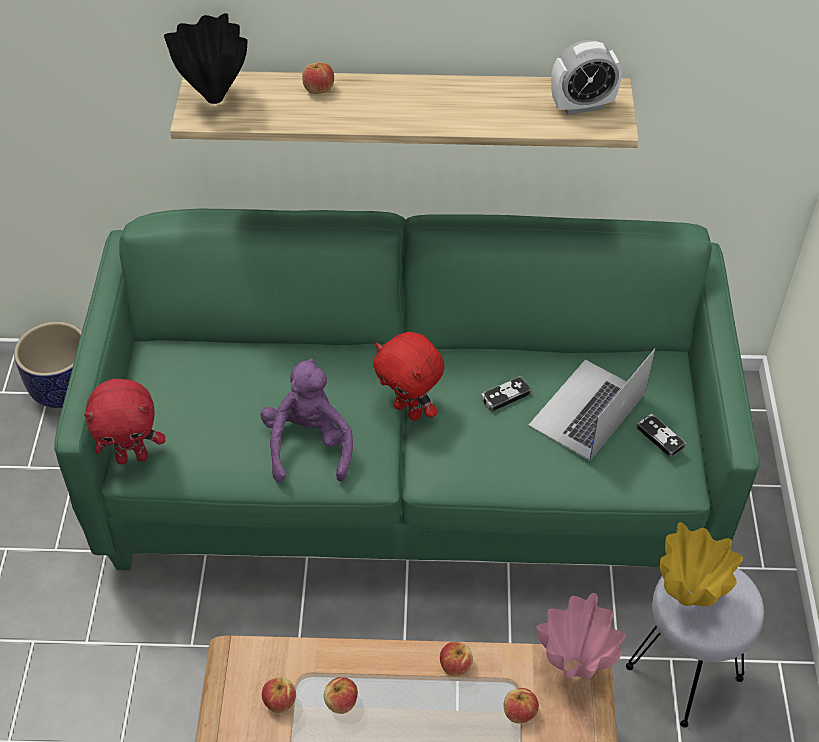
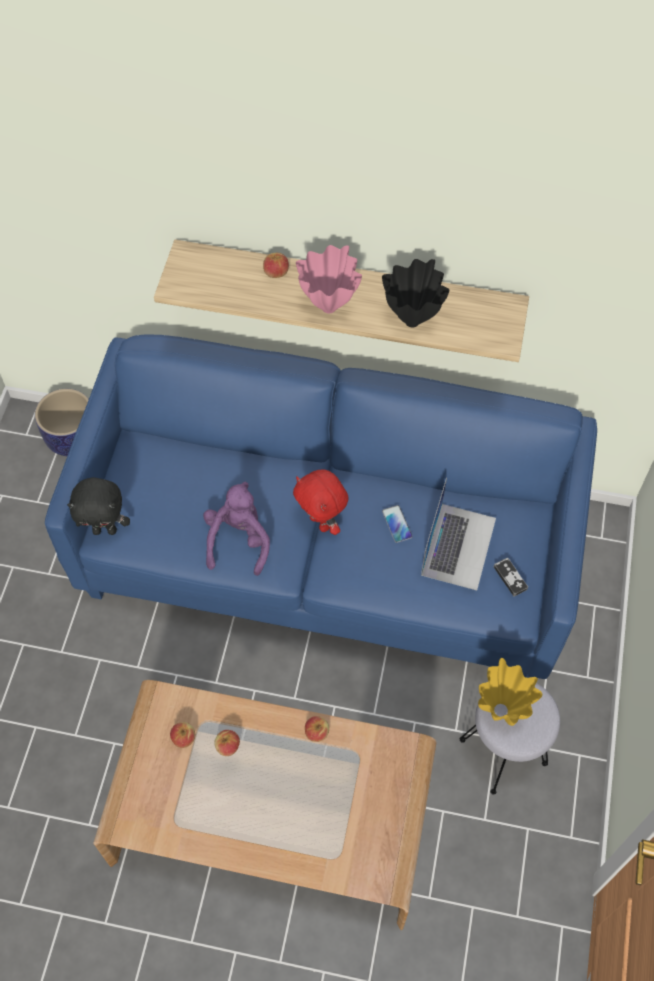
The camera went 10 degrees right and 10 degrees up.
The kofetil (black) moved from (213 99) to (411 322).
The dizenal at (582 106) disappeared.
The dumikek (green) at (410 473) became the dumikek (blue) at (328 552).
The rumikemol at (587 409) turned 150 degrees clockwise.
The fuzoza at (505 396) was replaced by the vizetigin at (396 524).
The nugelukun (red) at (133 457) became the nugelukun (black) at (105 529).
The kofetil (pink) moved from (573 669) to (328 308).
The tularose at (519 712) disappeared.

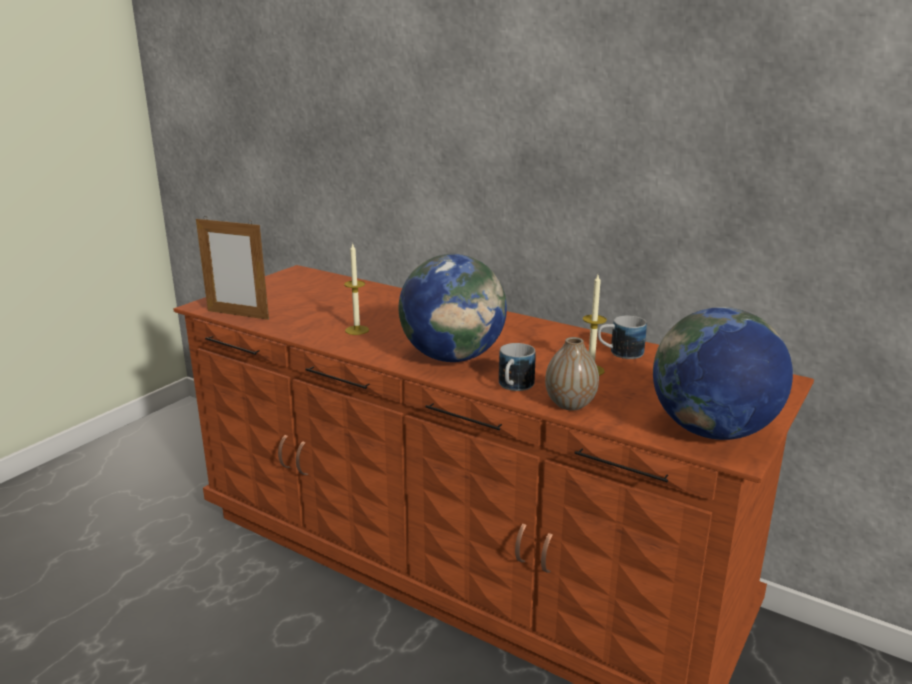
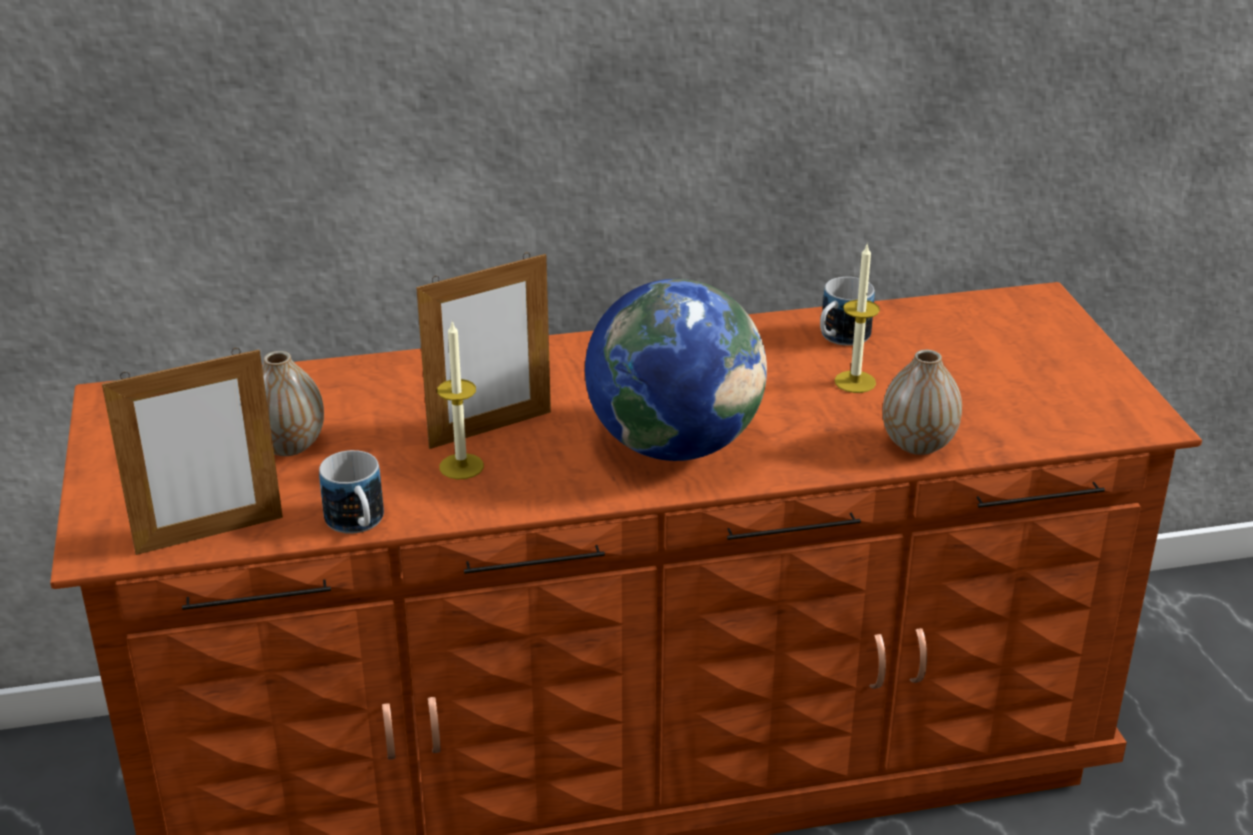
The camera went 45 degrees left and 10 degrees up.
The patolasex at (712 431) disappeared.
The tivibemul moved from (513 387) to (358 525).
The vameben at (490 429) appeared.
The kofetil at (288 445) appeared.

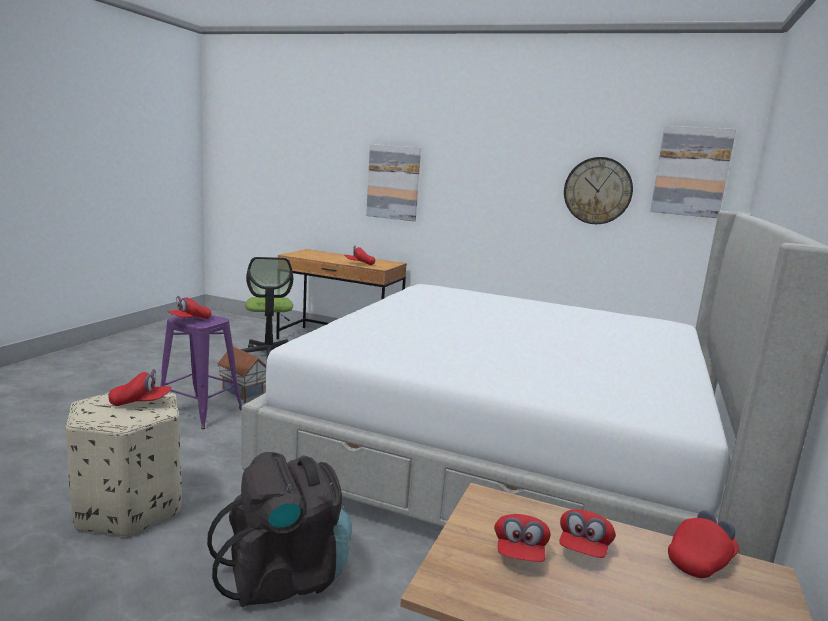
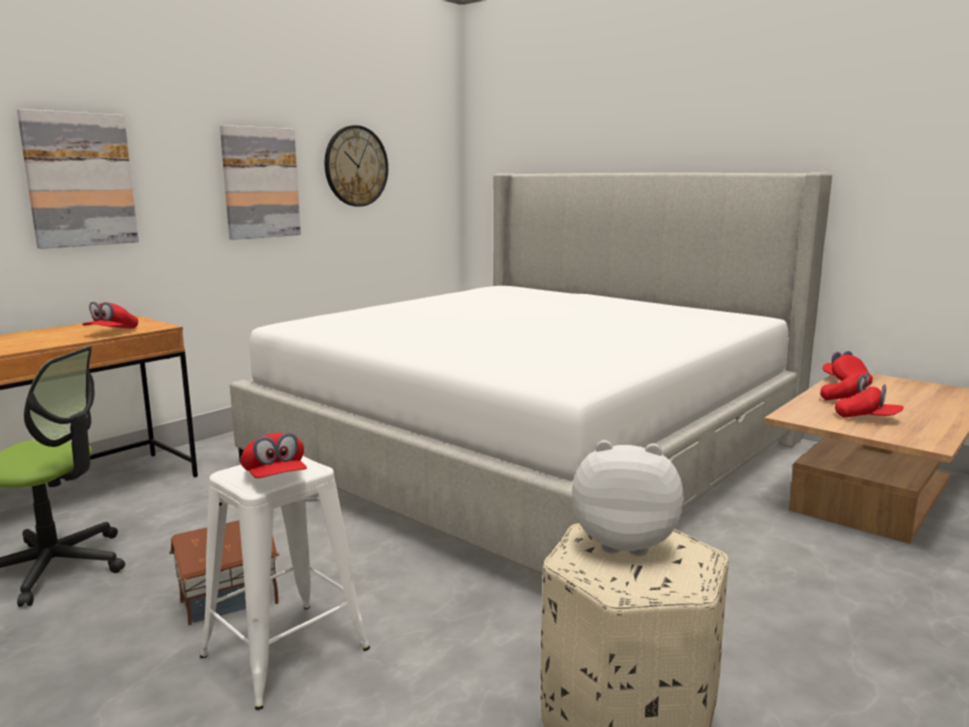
The camera went 70 degrees left and 0 degrees up.
The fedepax moved from (691 172) to (260 183).
The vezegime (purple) at (200 411) became the vezegime (white) at (285 652).
The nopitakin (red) at (140 403) was replaced by the nugelukun at (624 542).
The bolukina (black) at (285 576) disappeared.

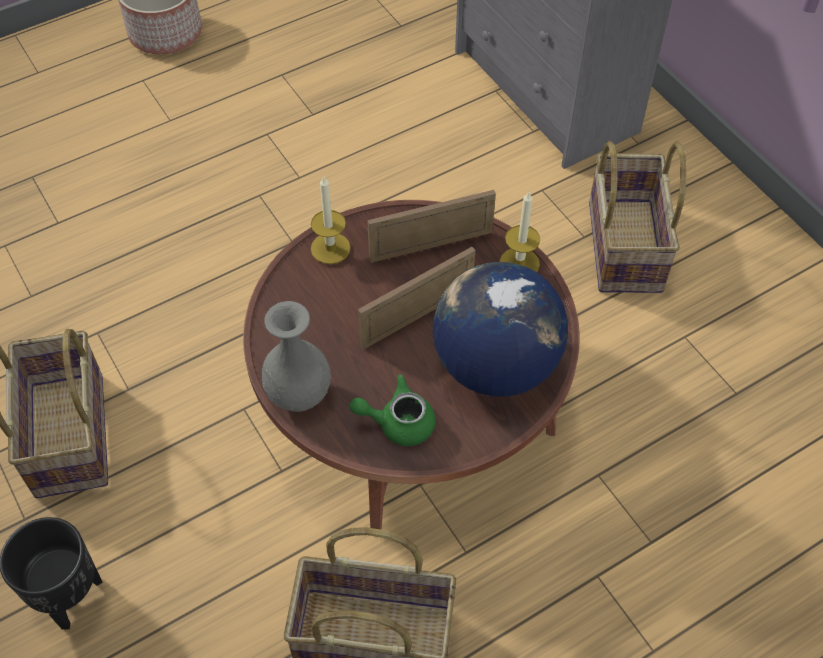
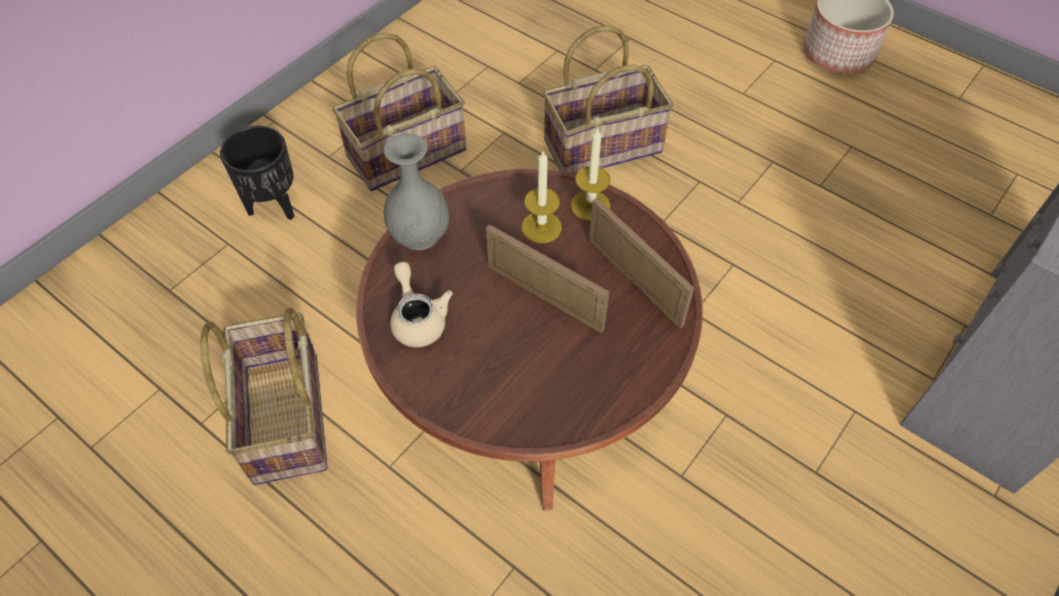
The camera went 70 degrees right and 0 degrees up.
The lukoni moved from (622 246) to (603 145).
The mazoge moved from (519 263) to (541 227).
The patolasex at (495 365) disappeared.
The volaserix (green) at (398 422) became the volaserix (beige) at (418 318).

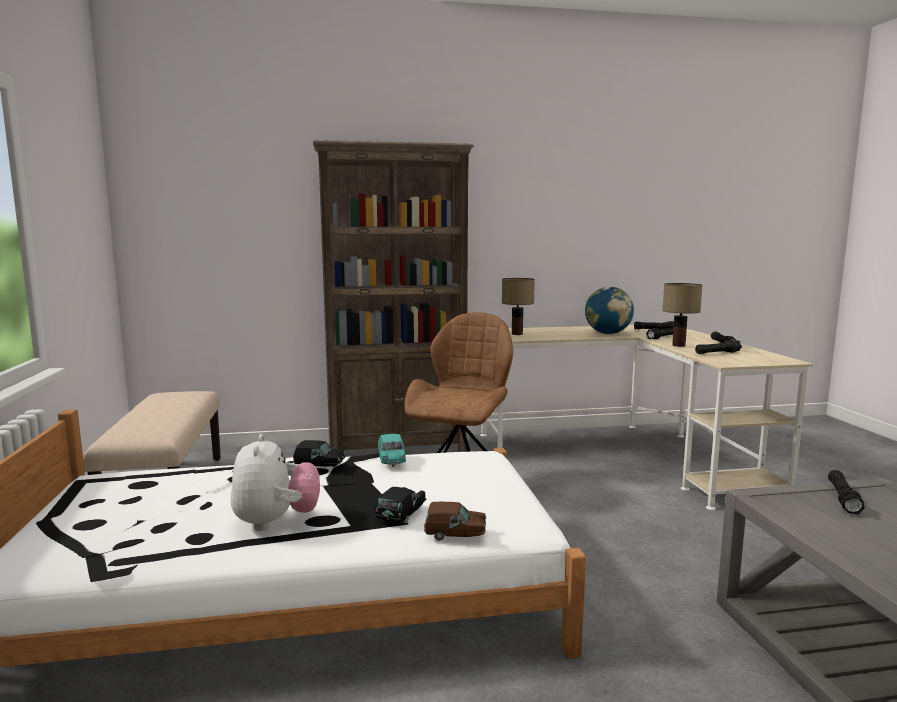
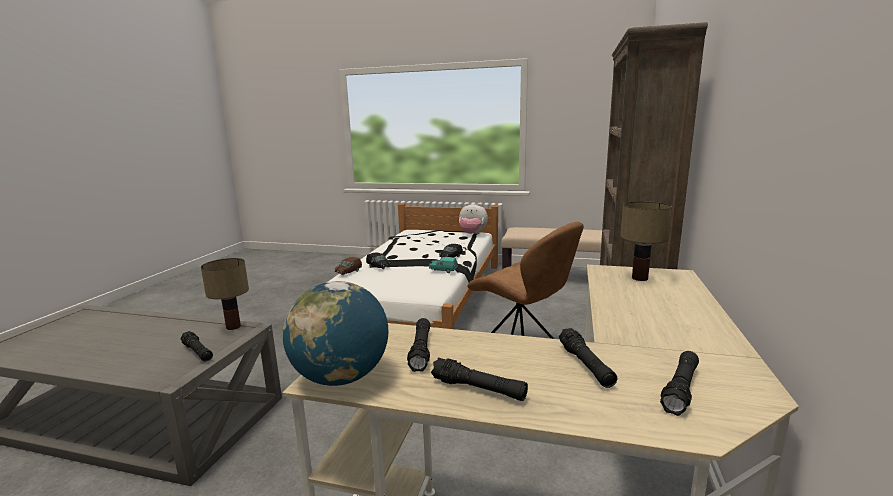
The camera went 115 degrees right and 5 degrees up.
The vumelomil moved from (678 345) to (234 326).
The patolasex moved from (608 333) to (341 377).
The nugelukun moved from (276 522) to (472 234).

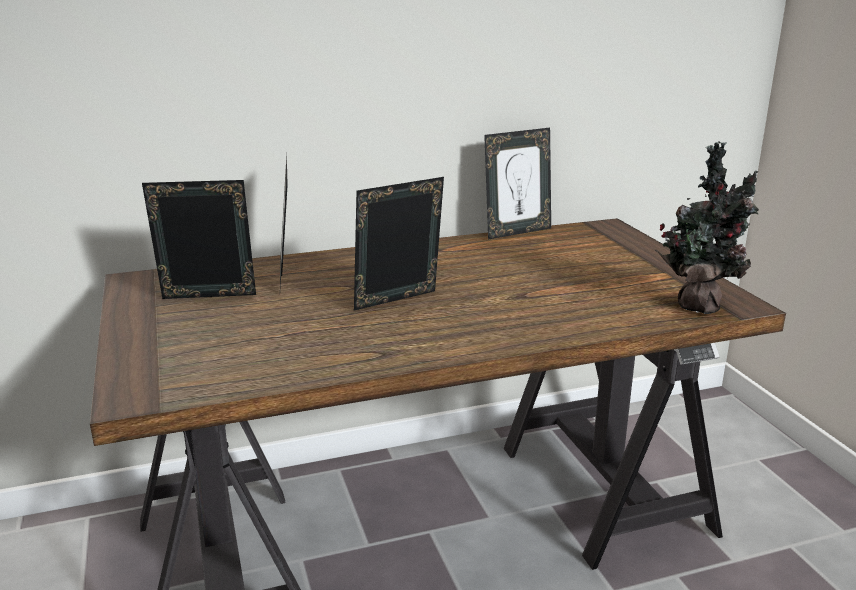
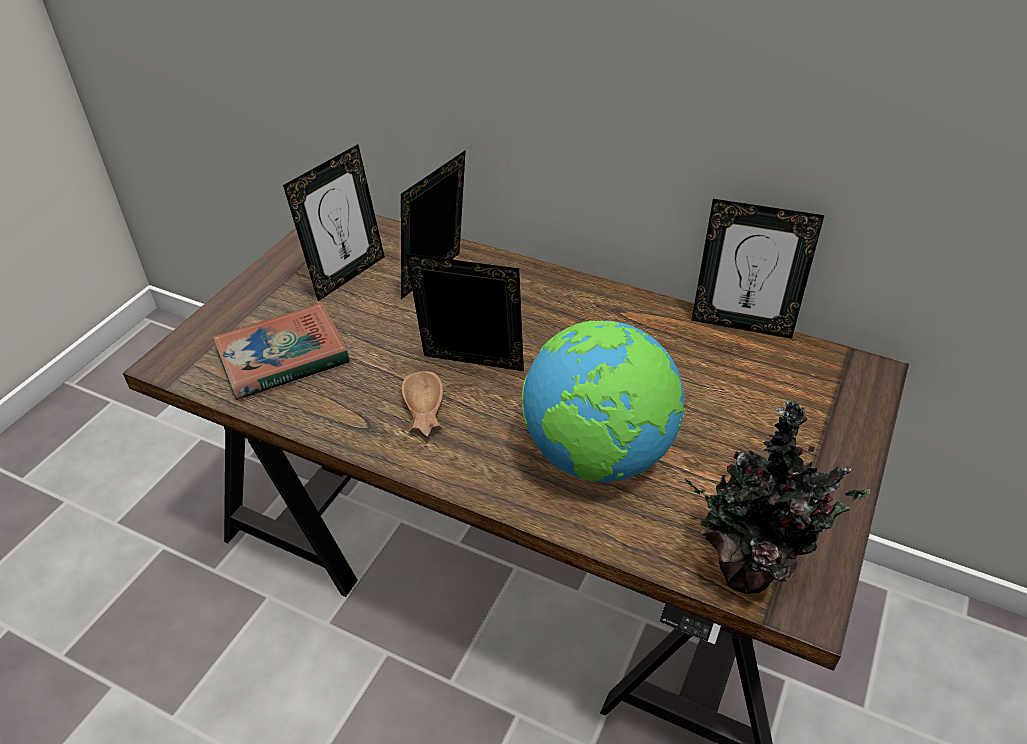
The camera went 45 degrees right and 20 degrees up.
The vameben at (208 300) turned 90 degrees clockwise.
The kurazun at (283 358) appeared.
The patolasex at (598 456) appeared.
The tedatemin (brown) at (422 412) appeared.

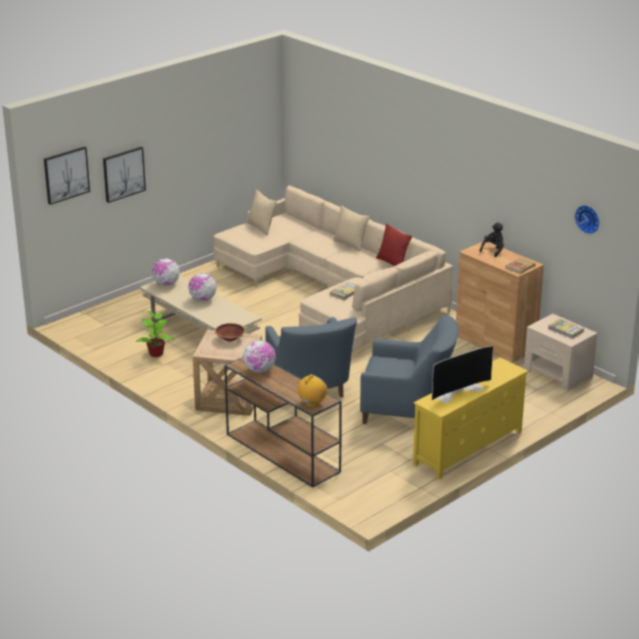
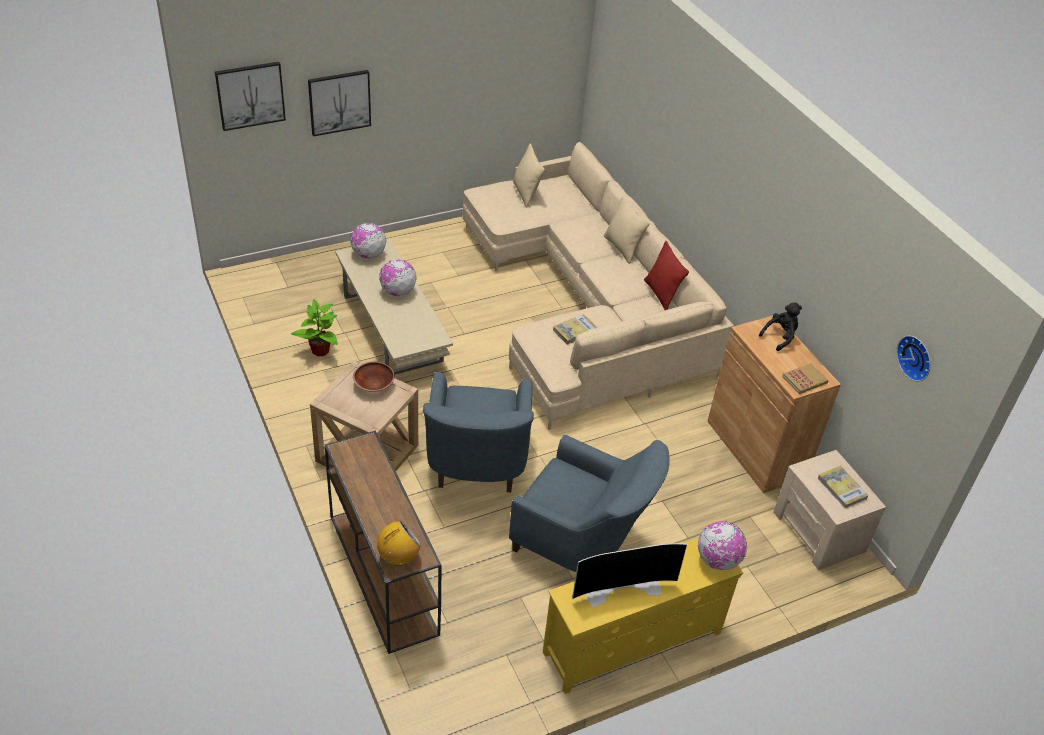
The camera went 15 degrees right and 15 degrees up.
The patolasex moved from (259 370) to (718 561).

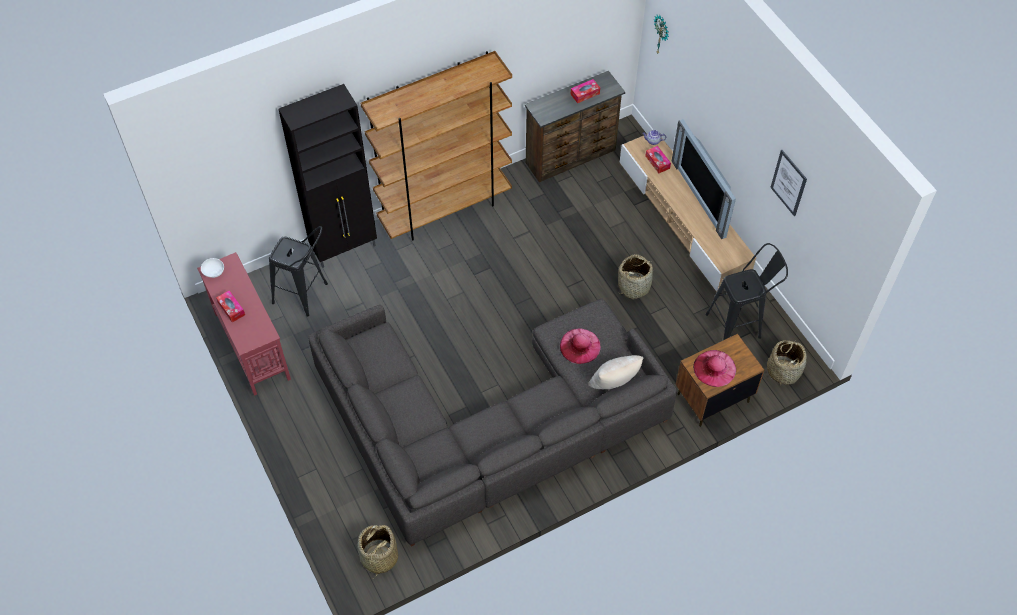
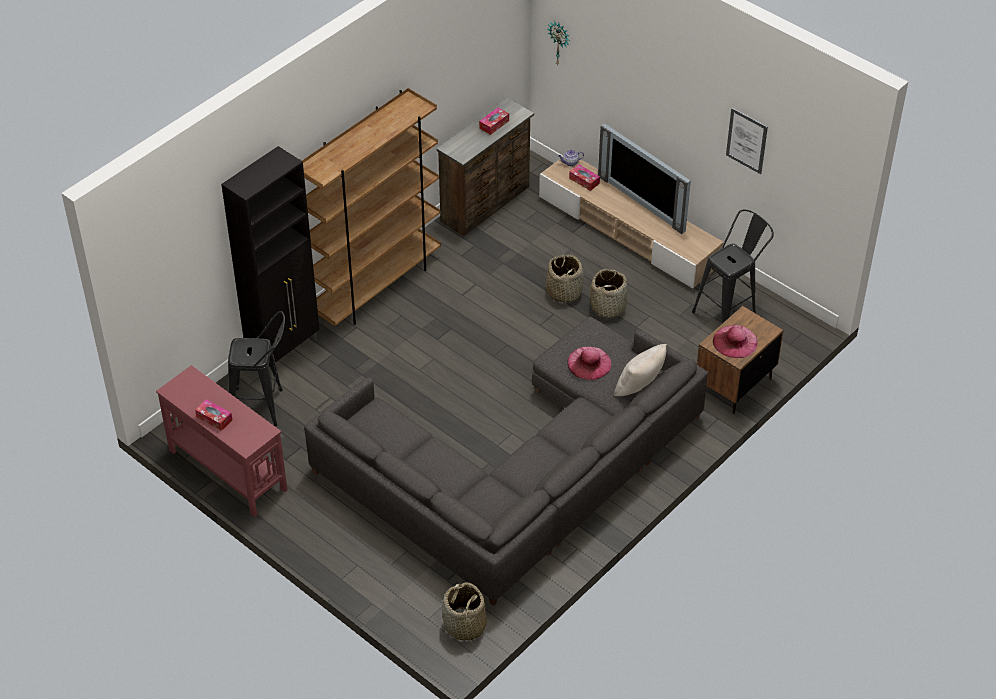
The camera went 20 degrees left and 10 degrees down.
The tedatemin (white) at (214 271) disappeared.
The lukoni moved from (783 370) to (564 291).

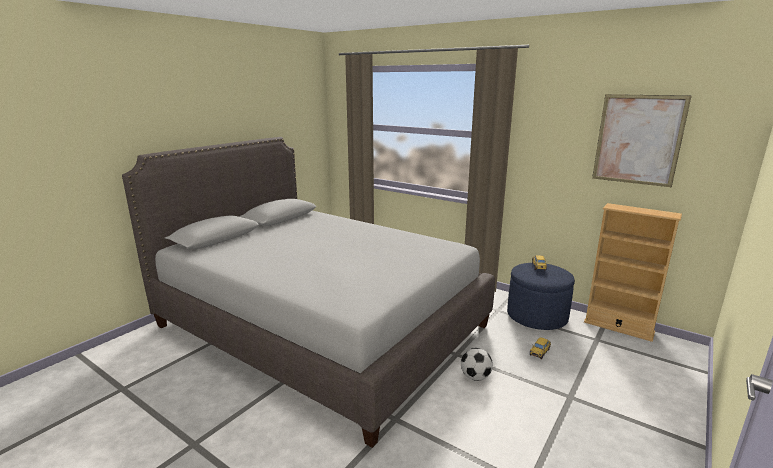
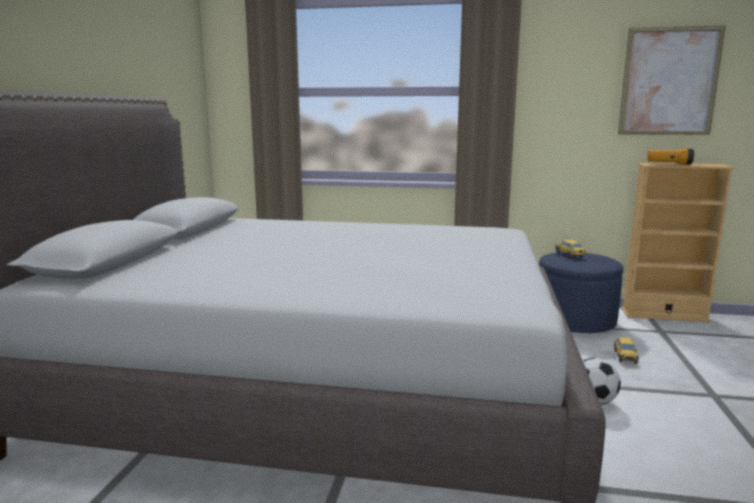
The camera went 25 degrees left and 5 degrees down.
The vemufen at (669 164) appeared.

